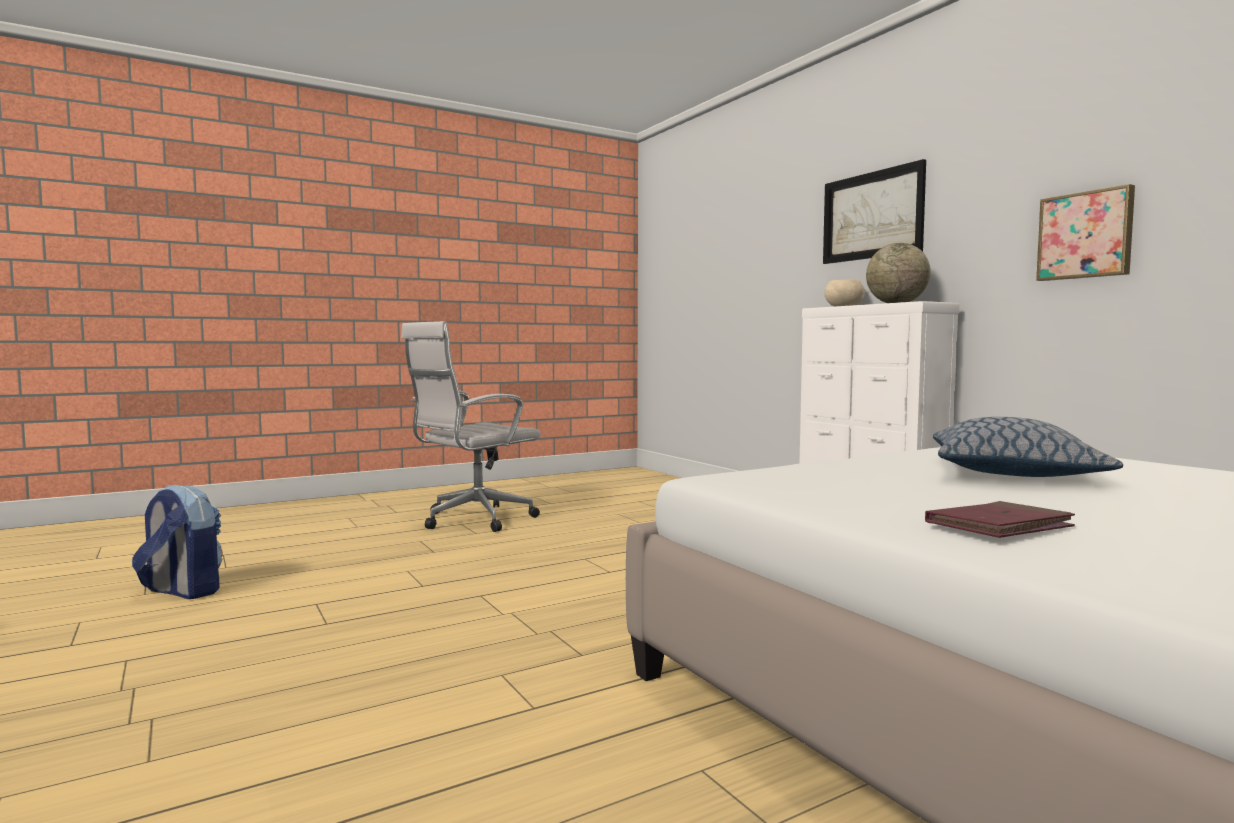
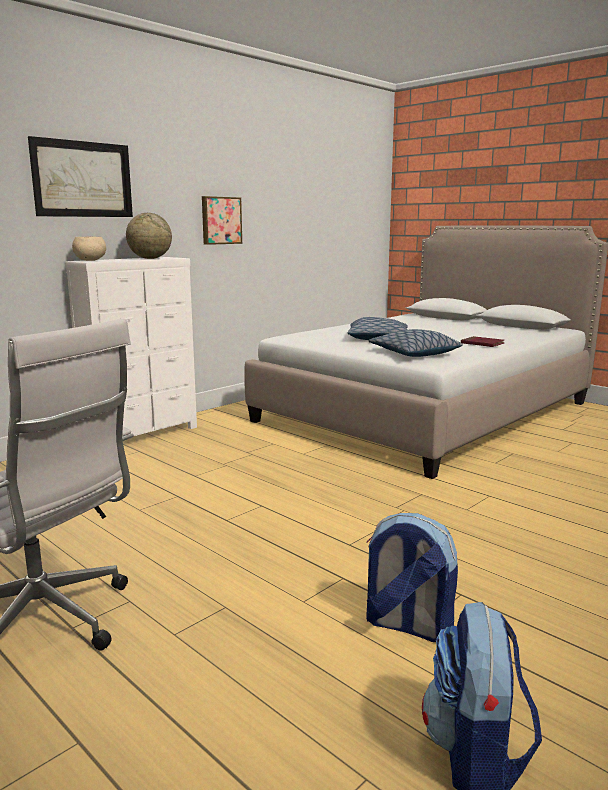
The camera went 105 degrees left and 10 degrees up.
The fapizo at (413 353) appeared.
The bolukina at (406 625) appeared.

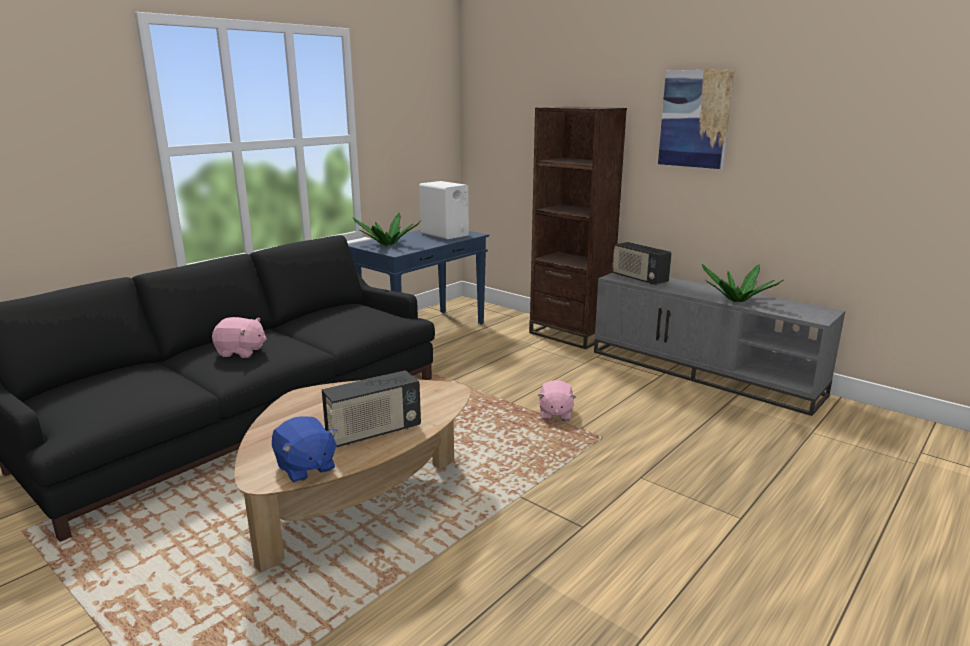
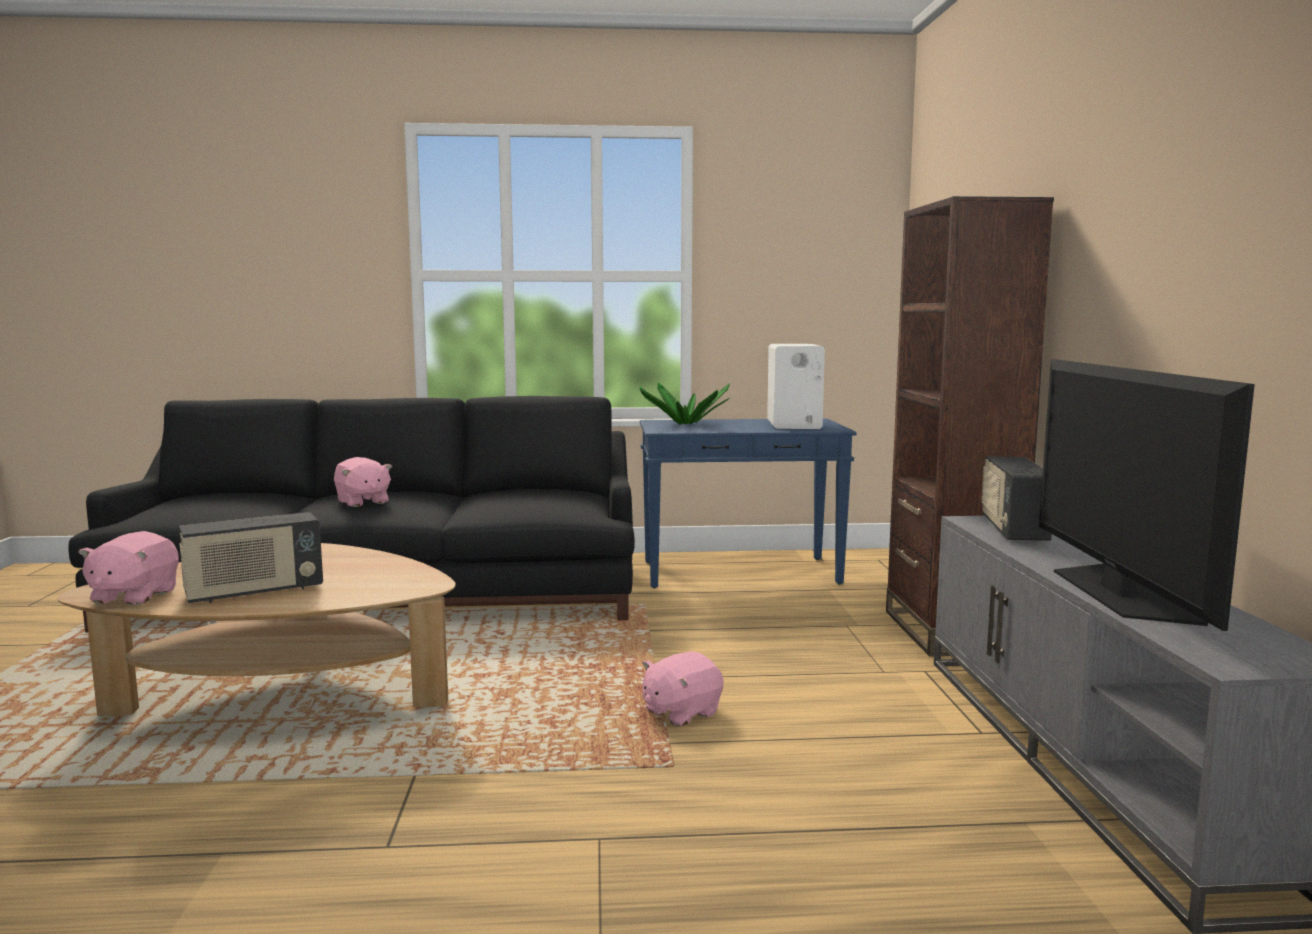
The camera went 45 degrees right and 10 degrees down.
The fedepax at (695 119) disappeared.
The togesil at (736 300) was replaced by the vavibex at (1118 593).
The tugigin at (373 432) turned 45 degrees counterclockwise.
The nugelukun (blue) at (305 468) became the nugelukun (pink) at (133 596).

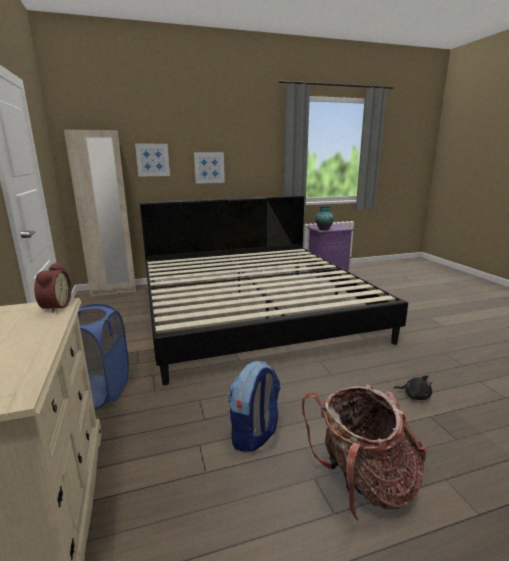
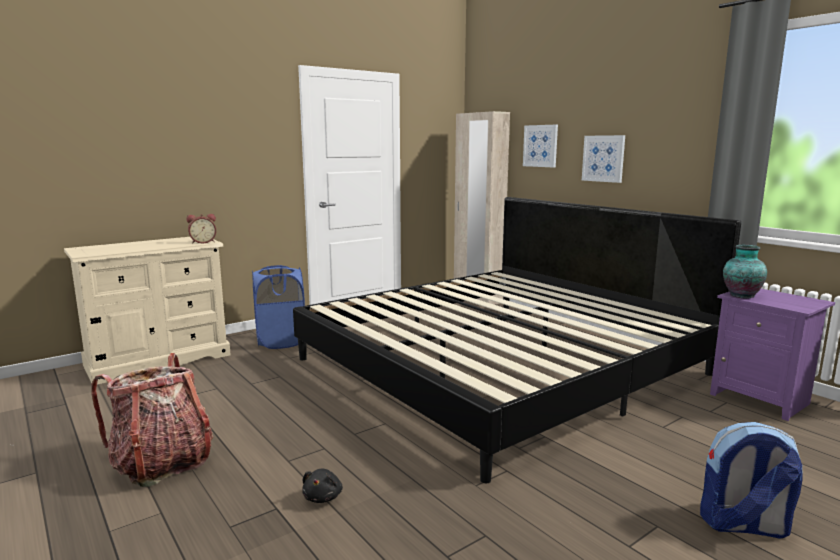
The camera went 70 degrees right and 5 degrees down.
The bolukina moved from (254 434) to (743 526).

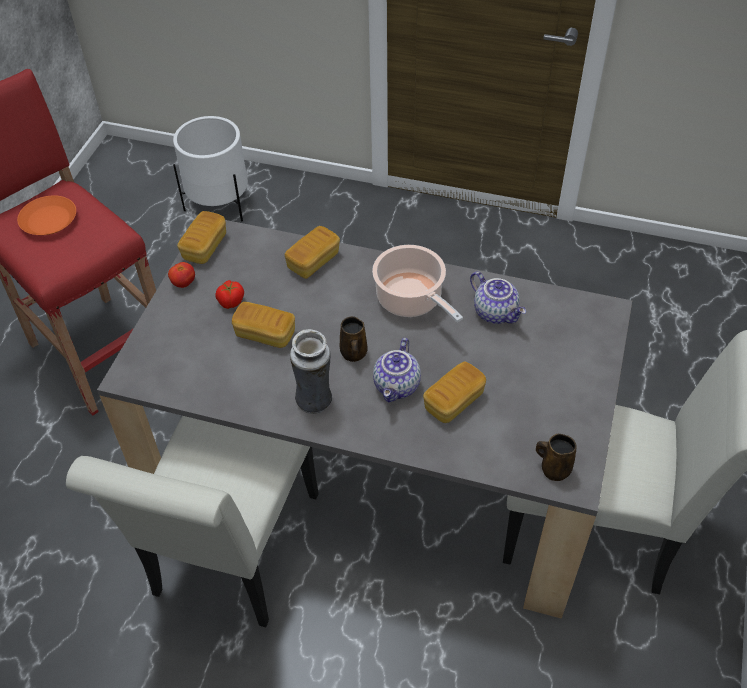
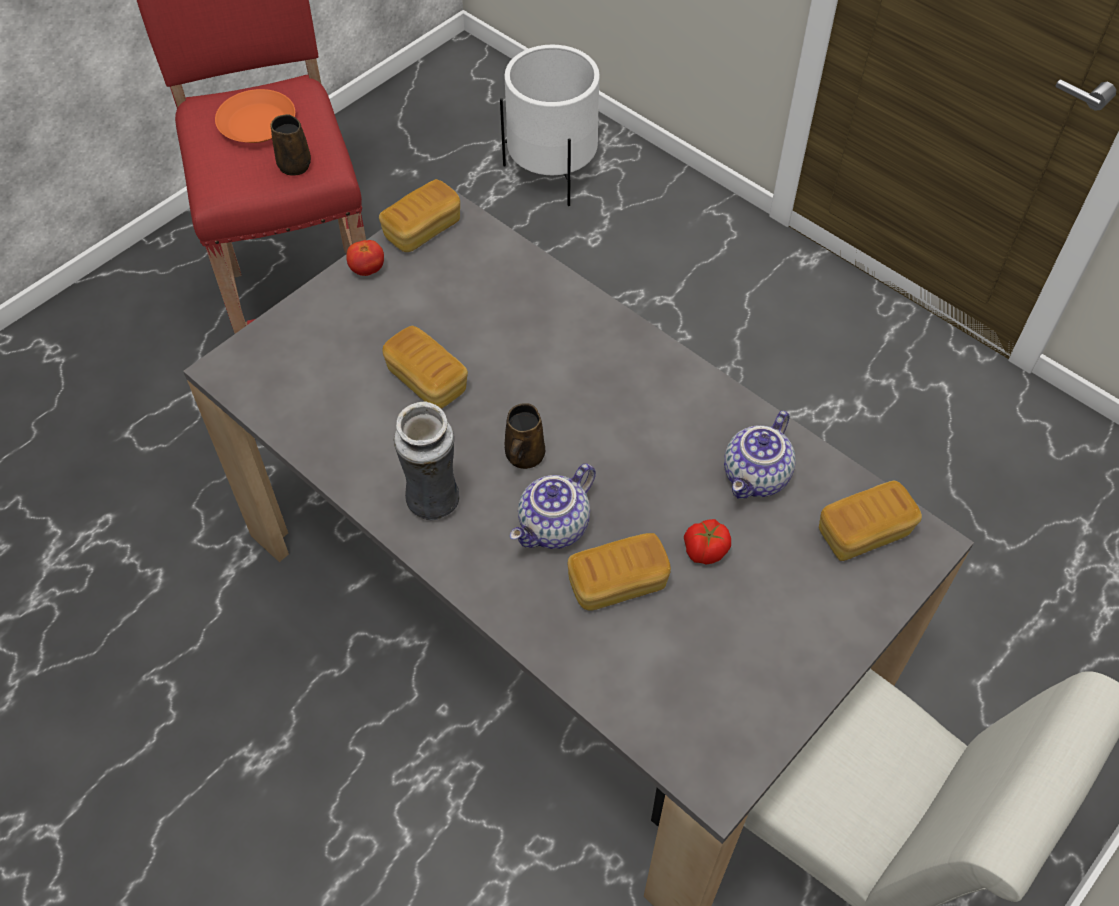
The camera went 25 degrees right and 5 degrees up.
The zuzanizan moved from (313 261) to (863 532).
The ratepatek at (411 300) disappeared.
The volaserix at (496 312) turned 45 degrees clockwise.
The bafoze moved from (231 302) to (704 551).
The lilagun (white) at (232 555) disappeared.
The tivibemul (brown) moved from (553 469) to (294 164).

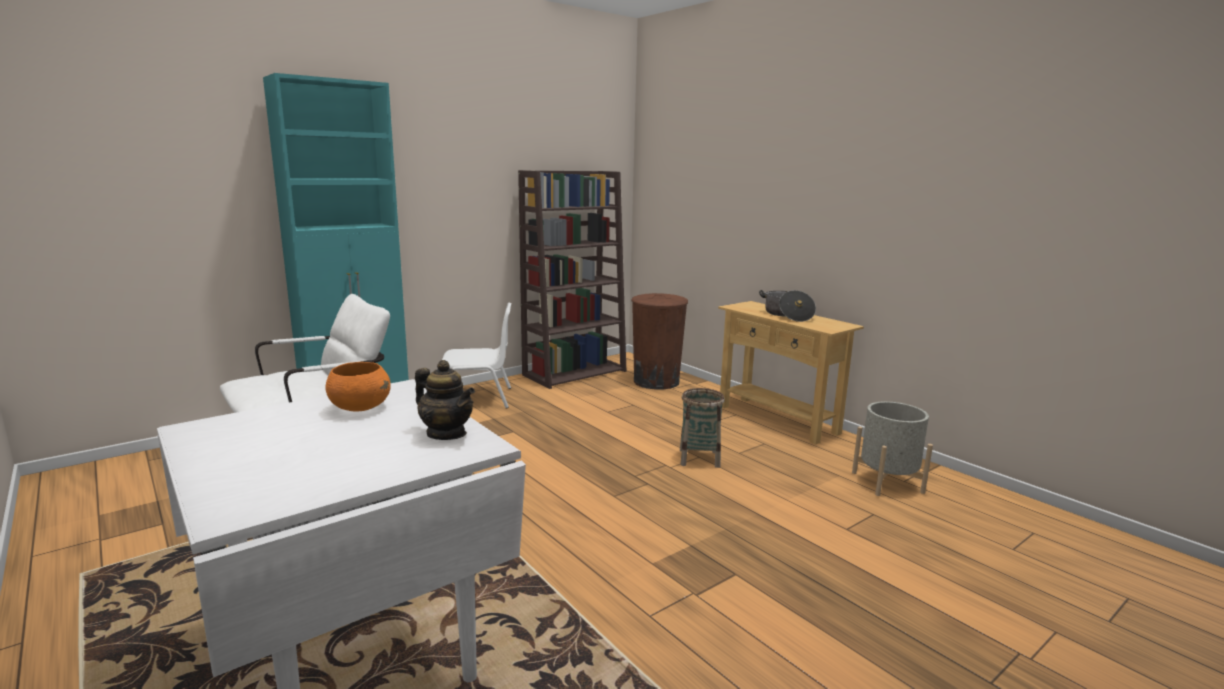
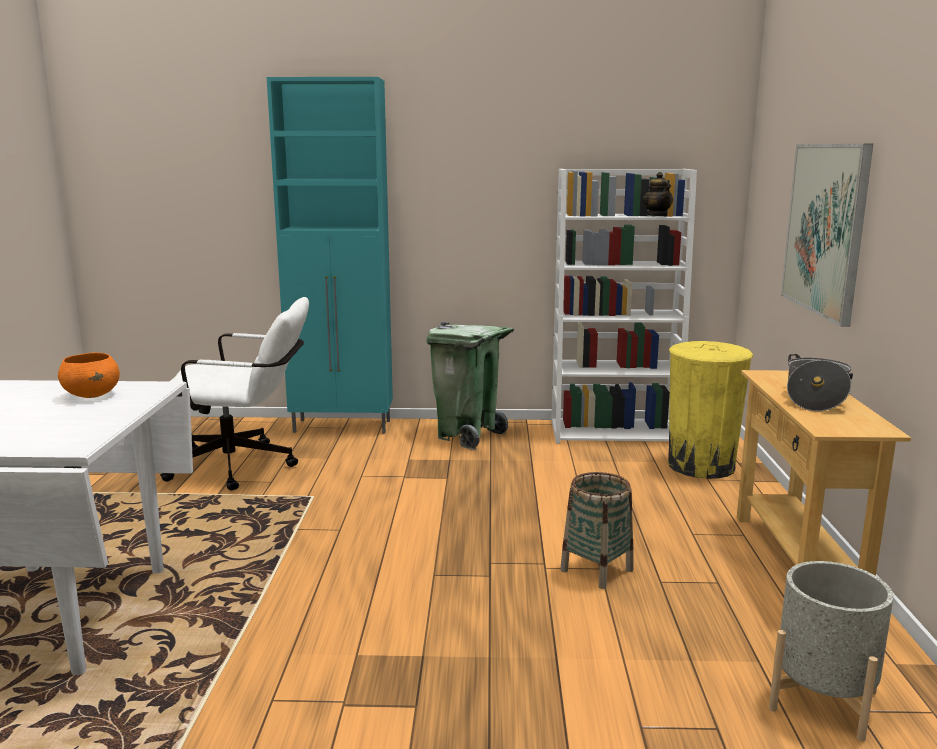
The camera went 40 degrees right and 0 degrees up.
The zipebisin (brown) at (575 373) became the zipebisin (white) at (615 432).
The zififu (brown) at (656 381) became the zififu (yellow) at (701 466).
The lilagun (white) at (478 398) was replaced by the zififu (green) at (467 436).
The volaserix moved from (446 433) to (657 216).
The fedepax at (825 229) appeared.

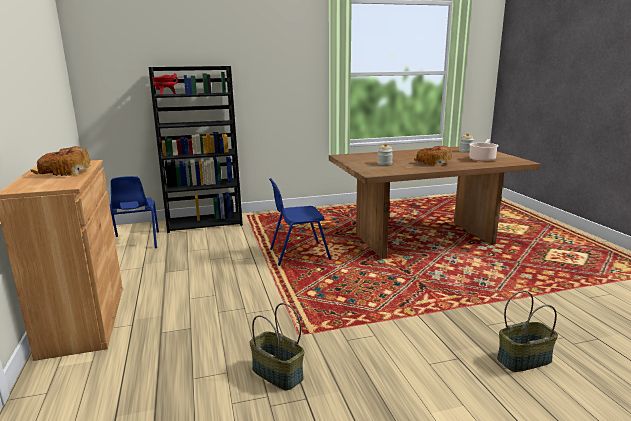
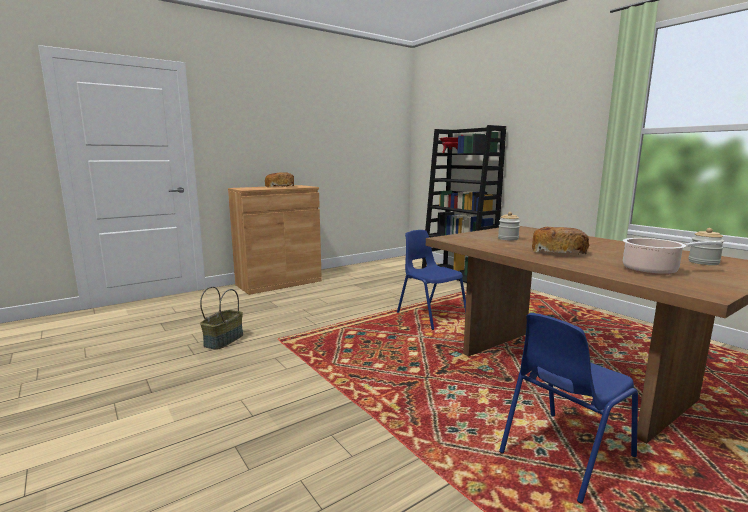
The camera went 70 degrees right and 5 degrees down.
The lilagun (blue) moved from (136 242) to (563 454).
The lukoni at (524 359) disappeared.

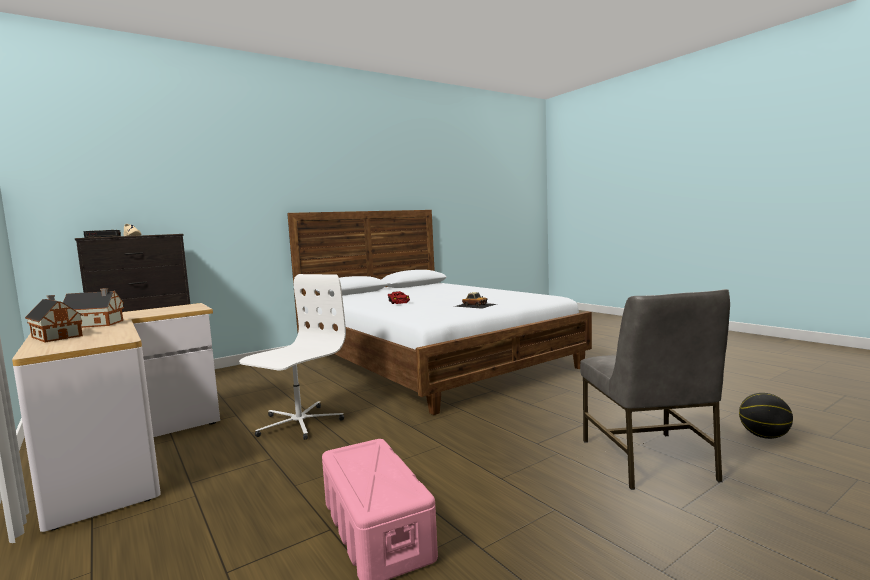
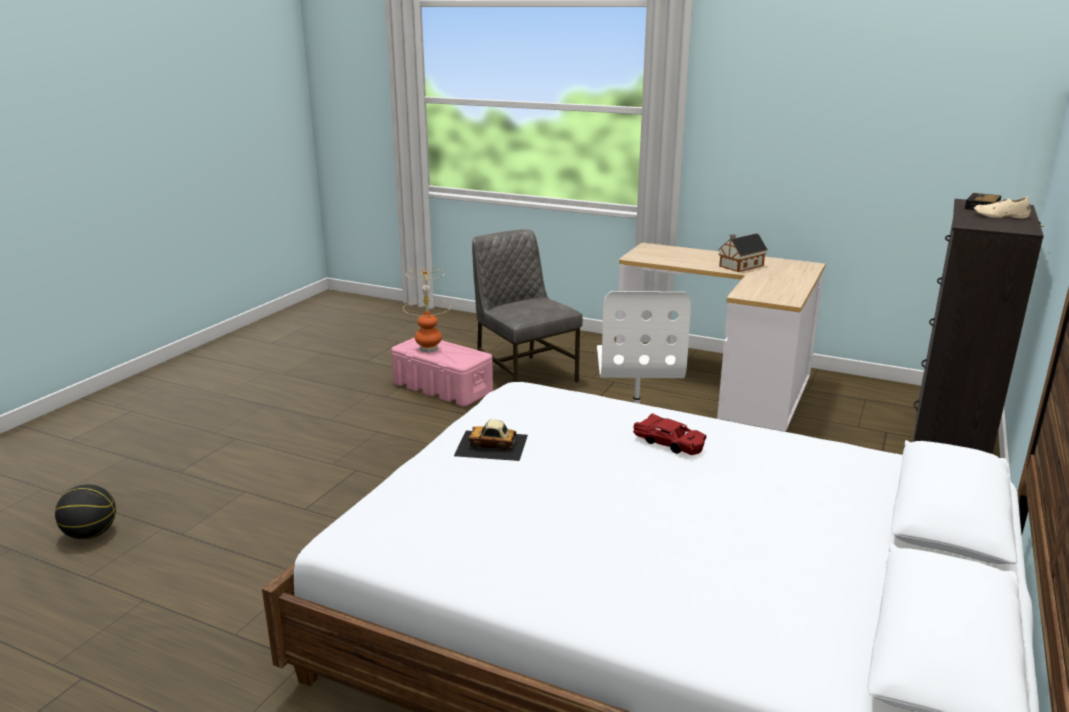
The camera went 150 degrees right and 15 degrees up.
The lilagun (grey) moved from (649 460) to (524 376).
The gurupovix at (57 336) disappeared.
The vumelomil at (428 348) appeared.

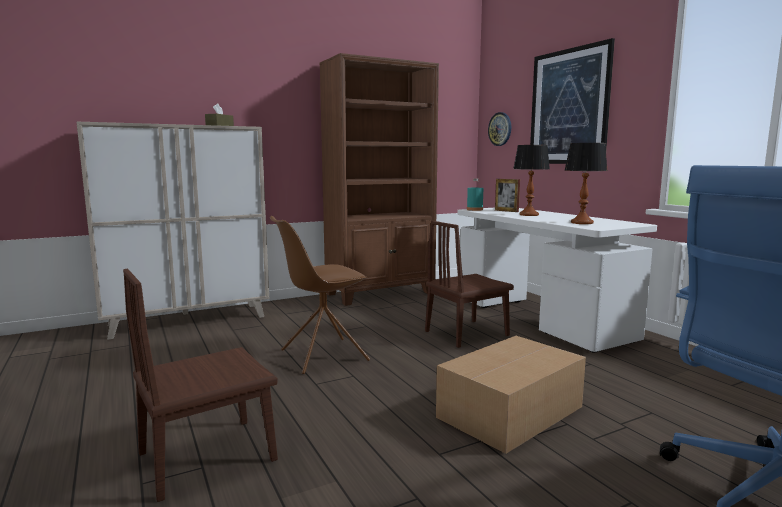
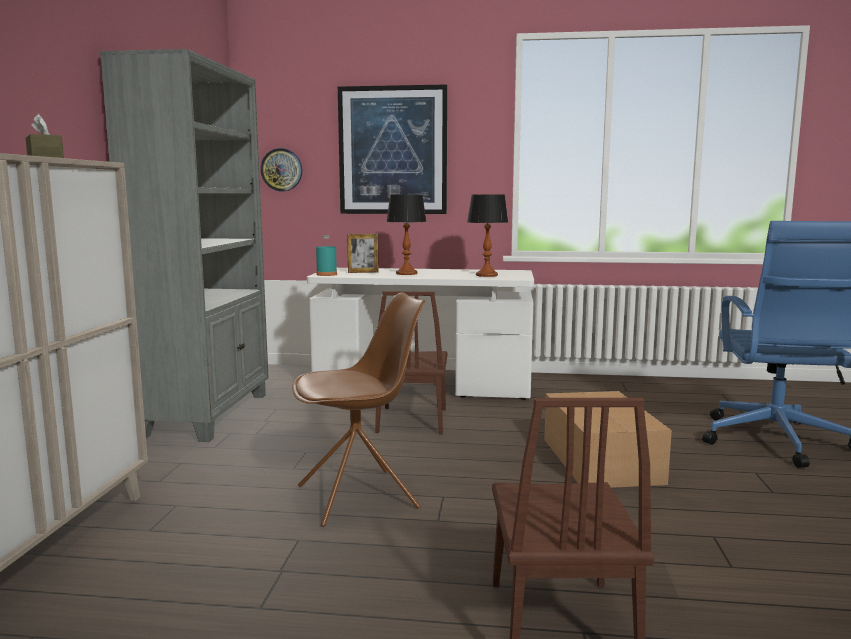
The camera went 55 degrees left and 0 degrees up.
The zipebisin (brown) at (381 293) became the zipebisin (grey) at (208 414).
The lilagun (brown) at (322 355) turned 120 degrees counterclockwise.

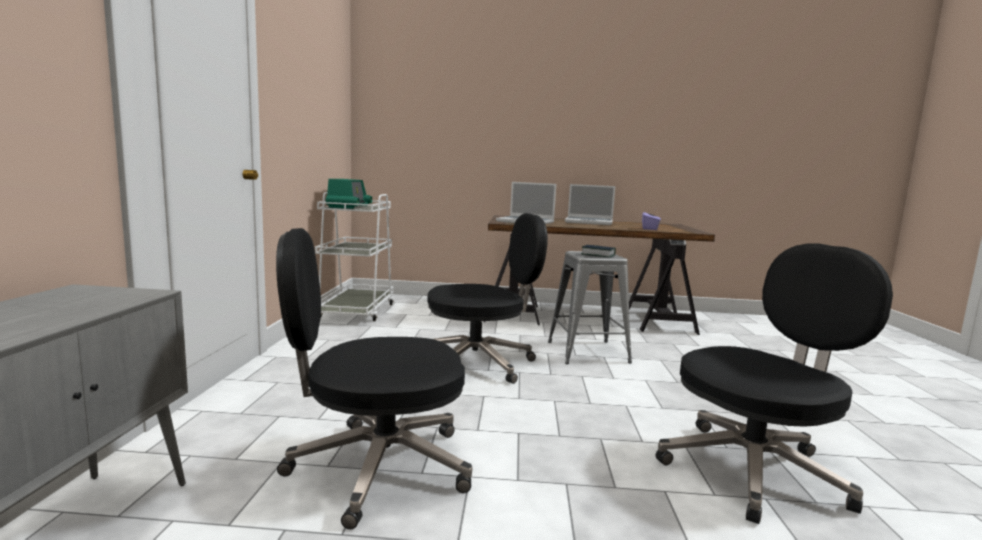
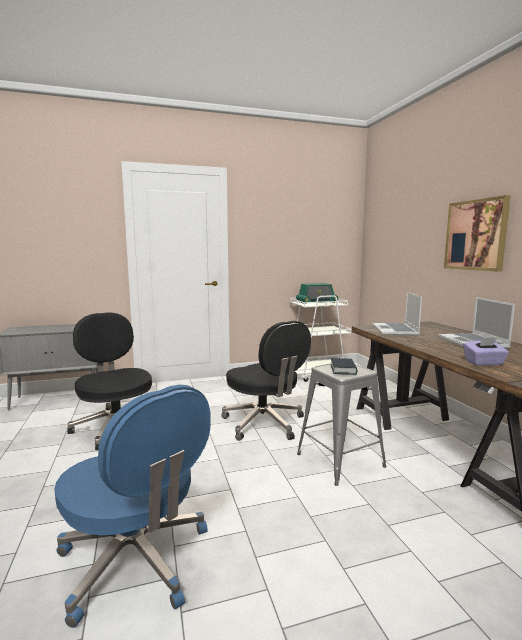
The camera went 70 degrees right and 0 degrees up.
The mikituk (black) at (754 470) became the mikituk (blue) at (136 561).
The fedepax at (475 235) appeared.

